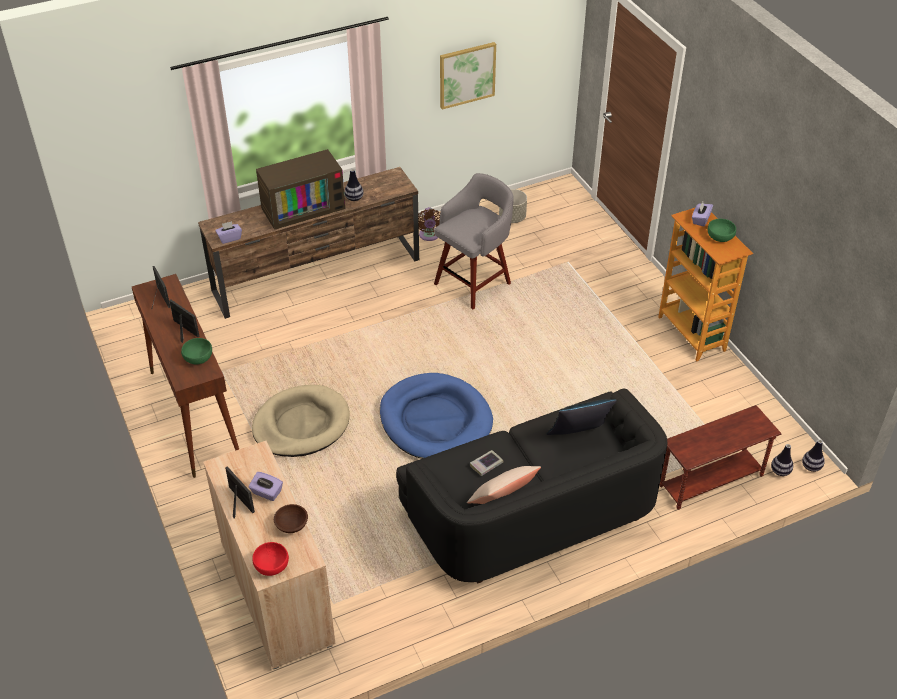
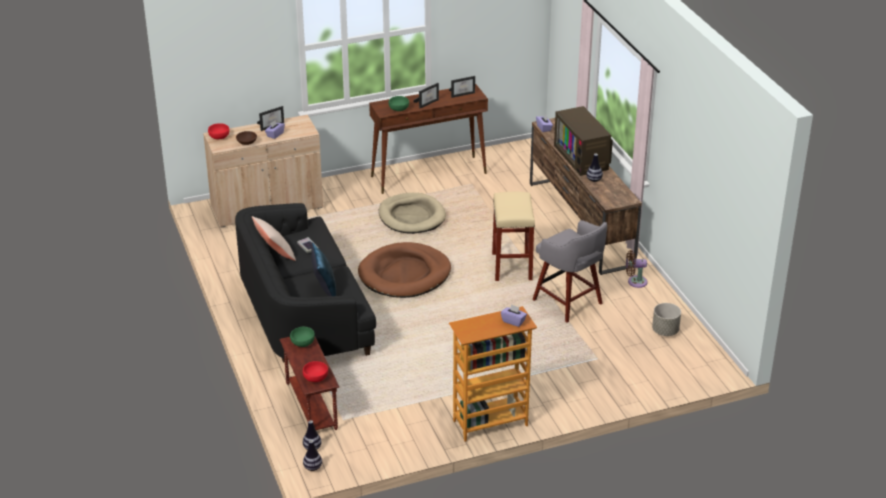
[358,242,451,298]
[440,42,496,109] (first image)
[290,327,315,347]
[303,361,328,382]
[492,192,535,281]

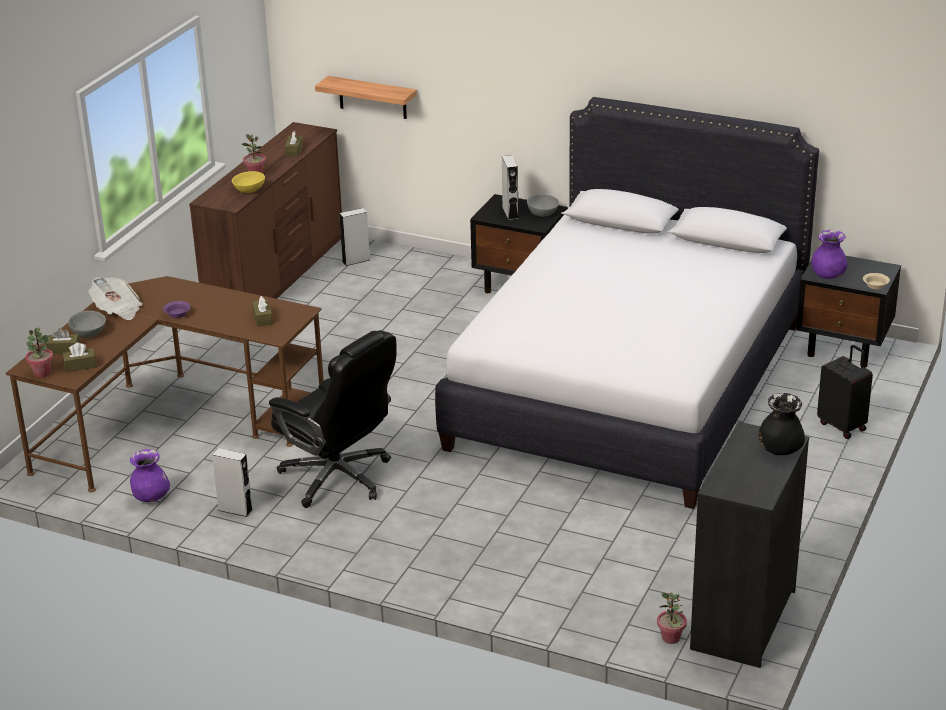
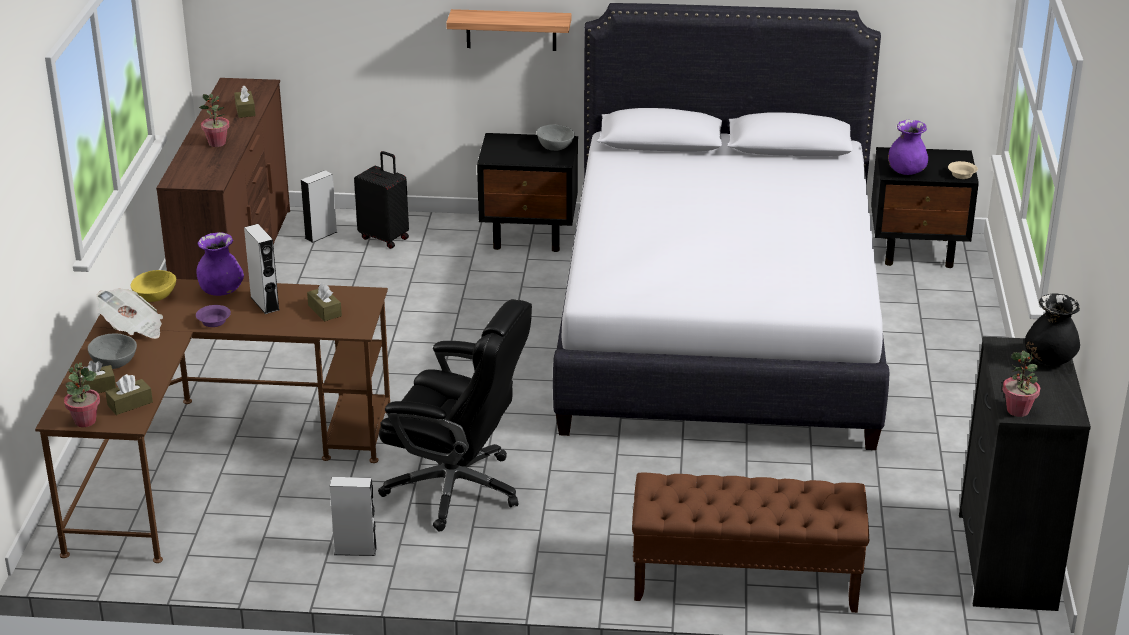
[196,232,244,296]
[131,270,176,302]
[446,9,572,51]
[244,224,279,314]
[1002,350,1040,417]
[354,151,409,249]
[632,473,869,613]

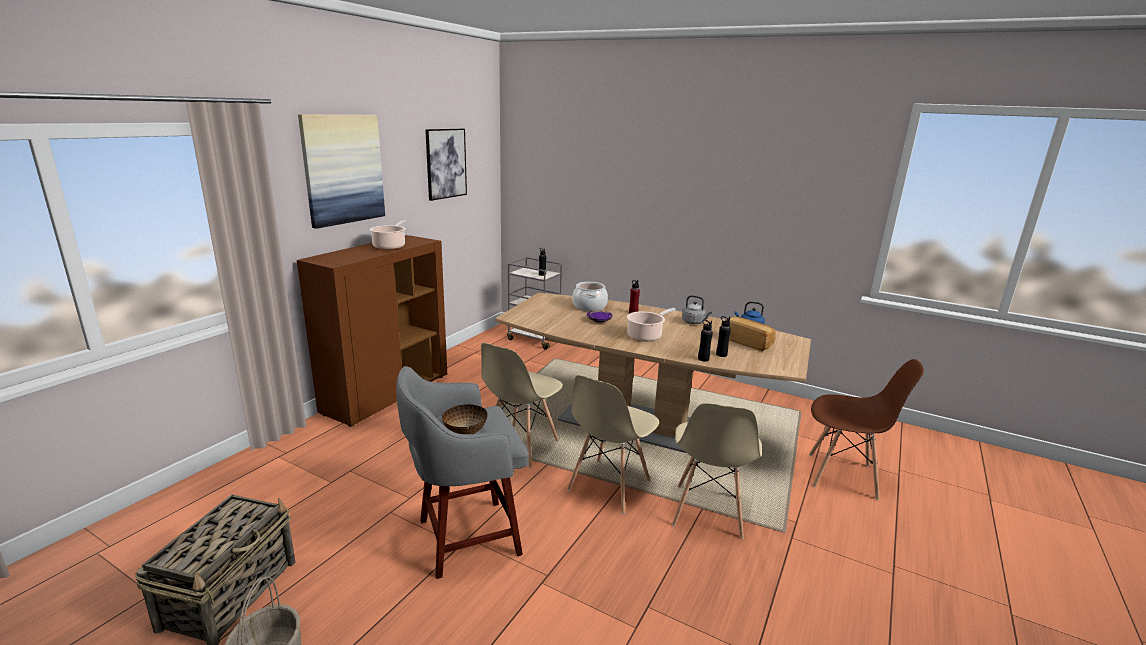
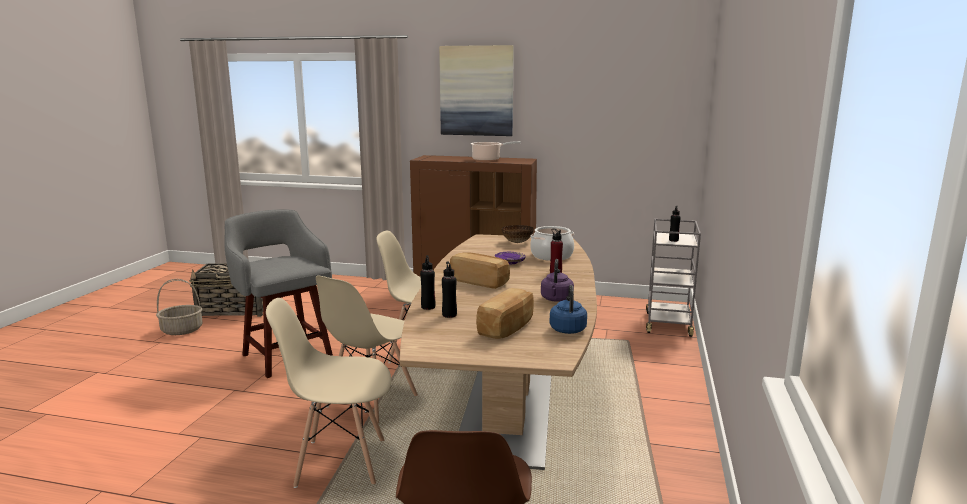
[425,129,467,201] (first image)
[502,225,534,243]
[316,275,418,423]
[450,252,510,289]
[541,259,574,302]

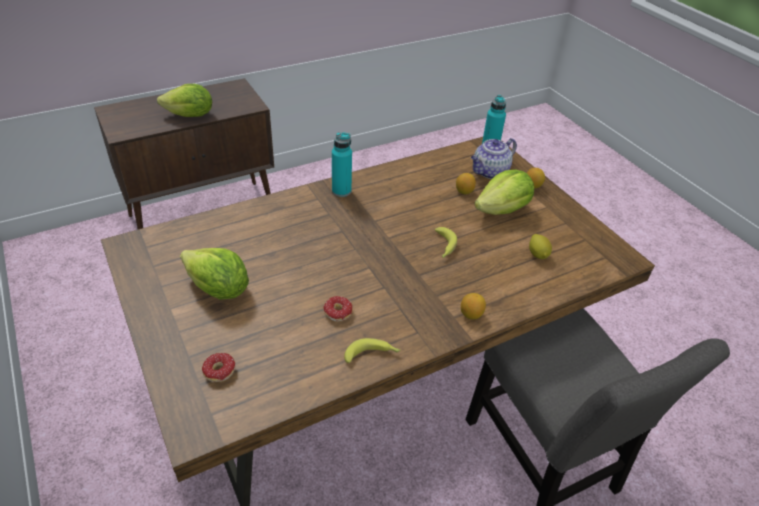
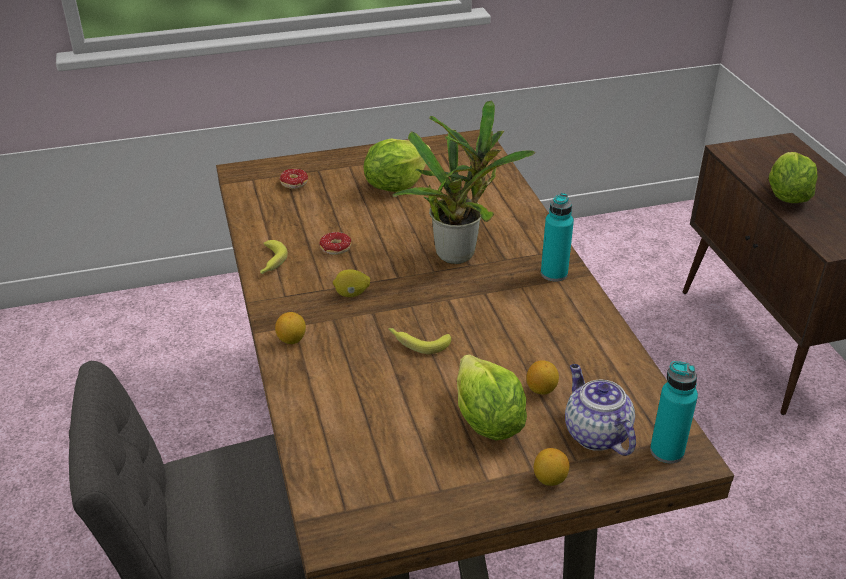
[333,269,370,297]
[392,101,535,264]

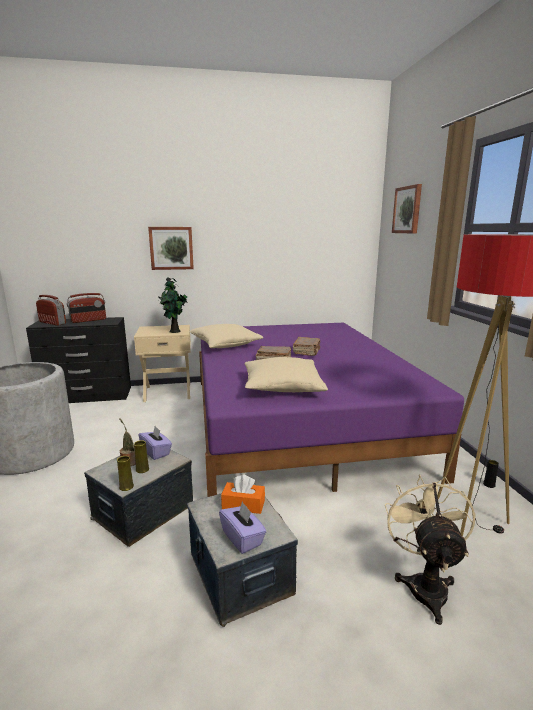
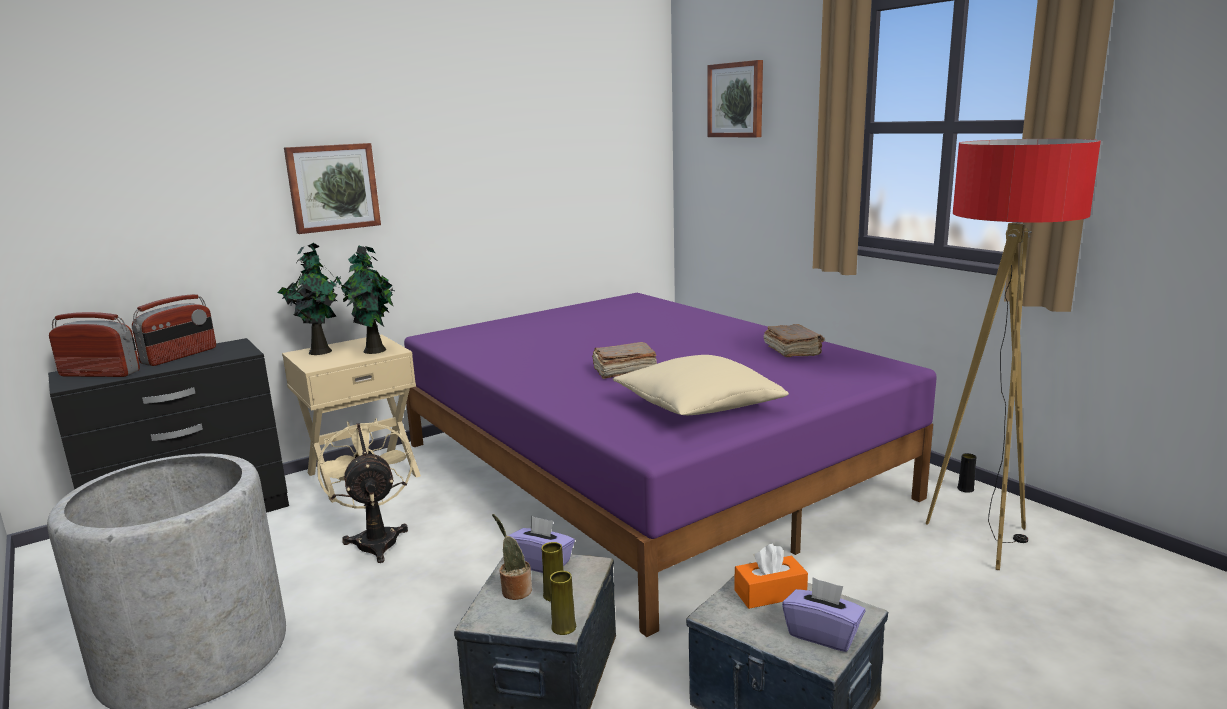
[189,324,263,348] (first image)
[763,324,825,357]
[317,418,413,563]
[277,243,341,355]

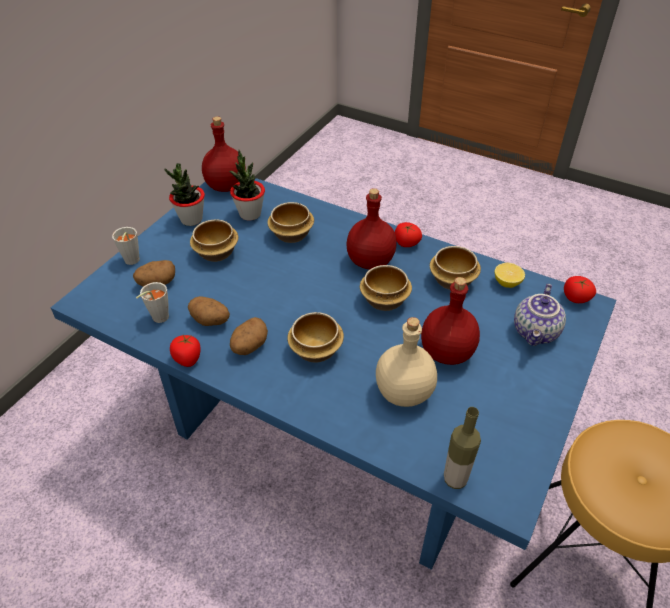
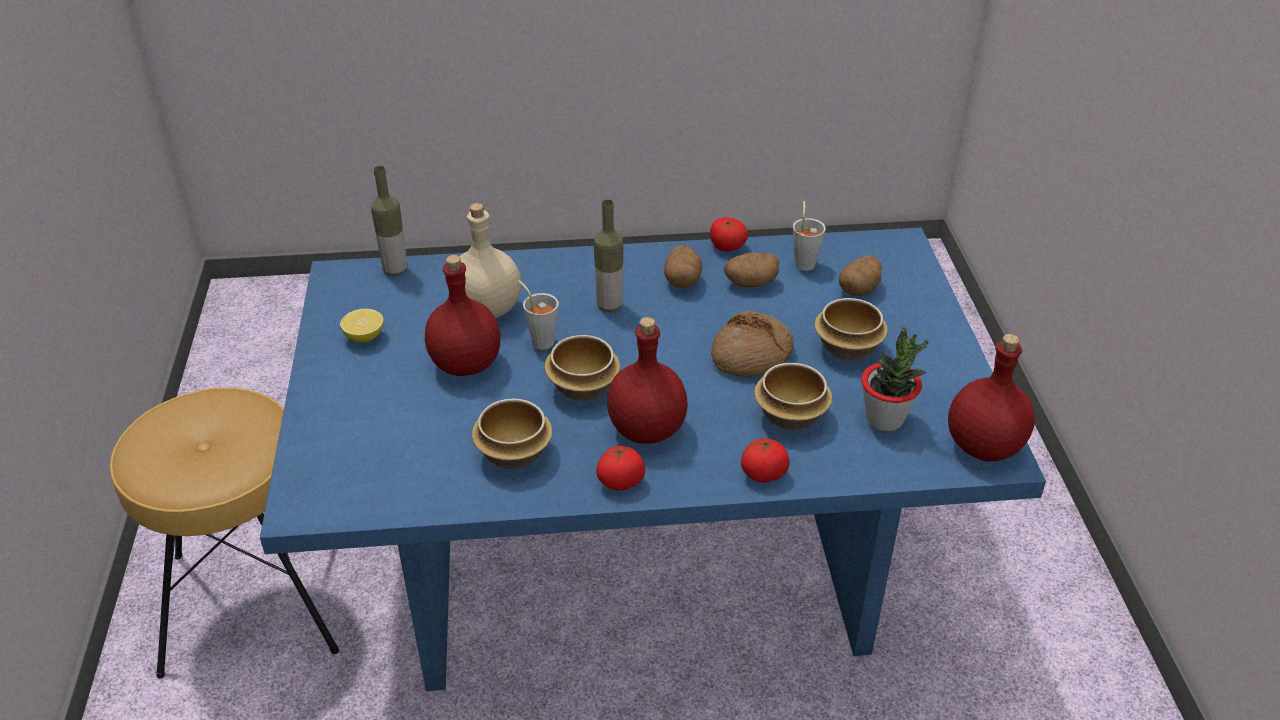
[518,280,559,350]
[164,163,205,226] (first image)
[594,199,623,312]
[340,309,384,343]
[514,283,566,346] (first image)
[741,436,790,482]
[711,311,794,377]

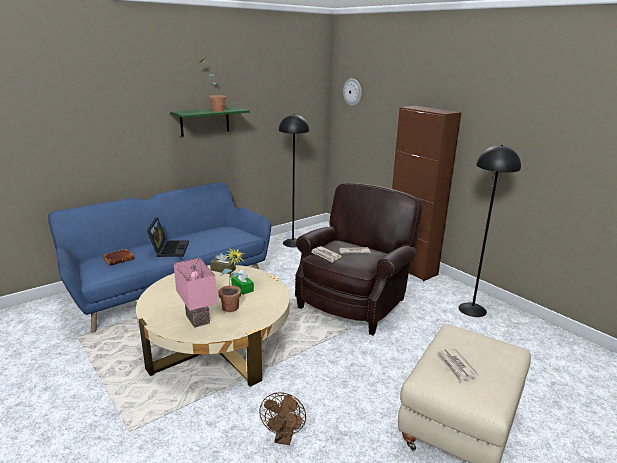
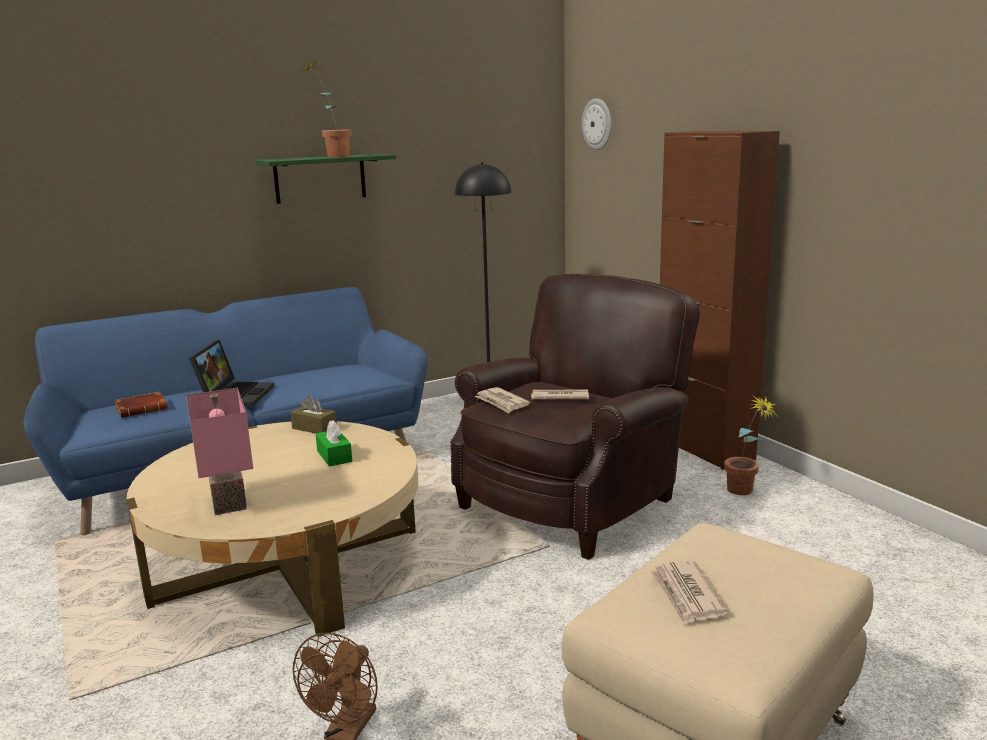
[724,397,777,495]
[458,145,521,317] (first image)

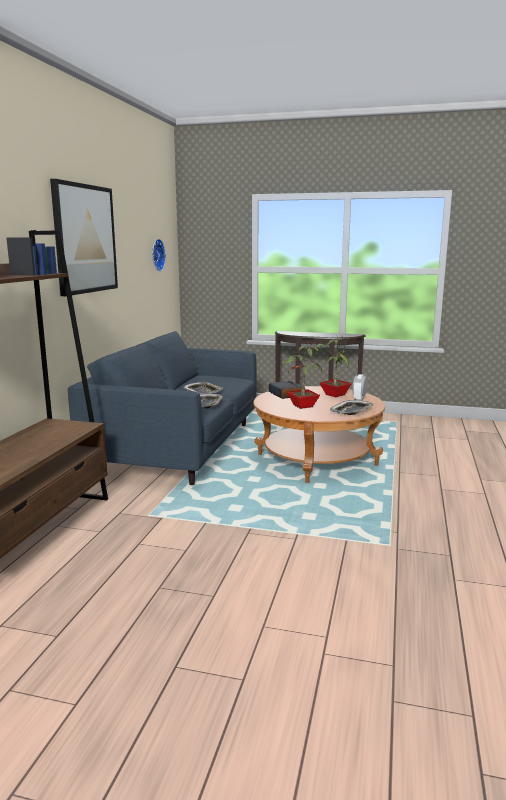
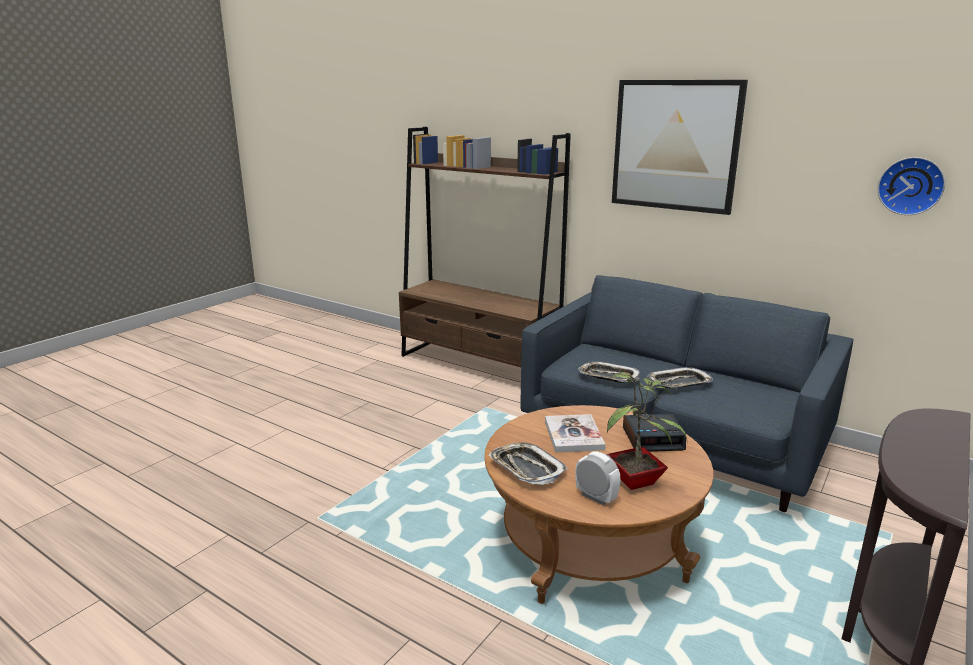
[545,414,606,452]

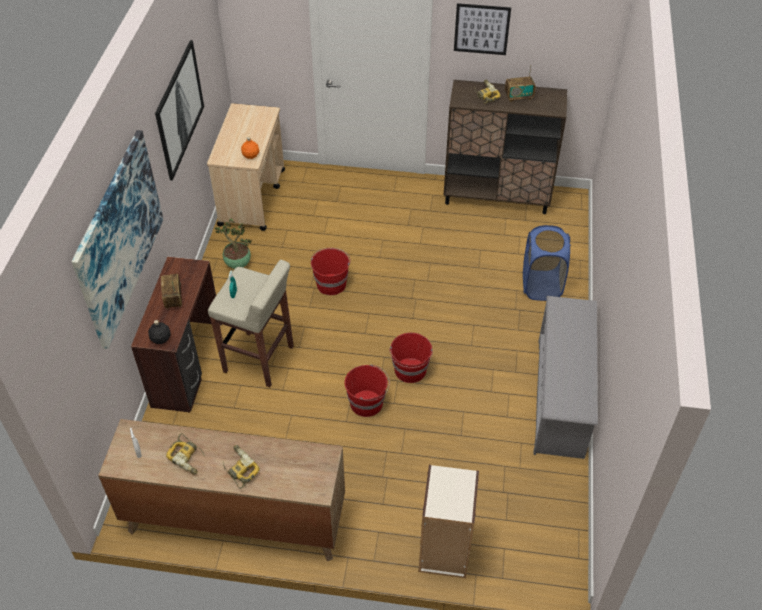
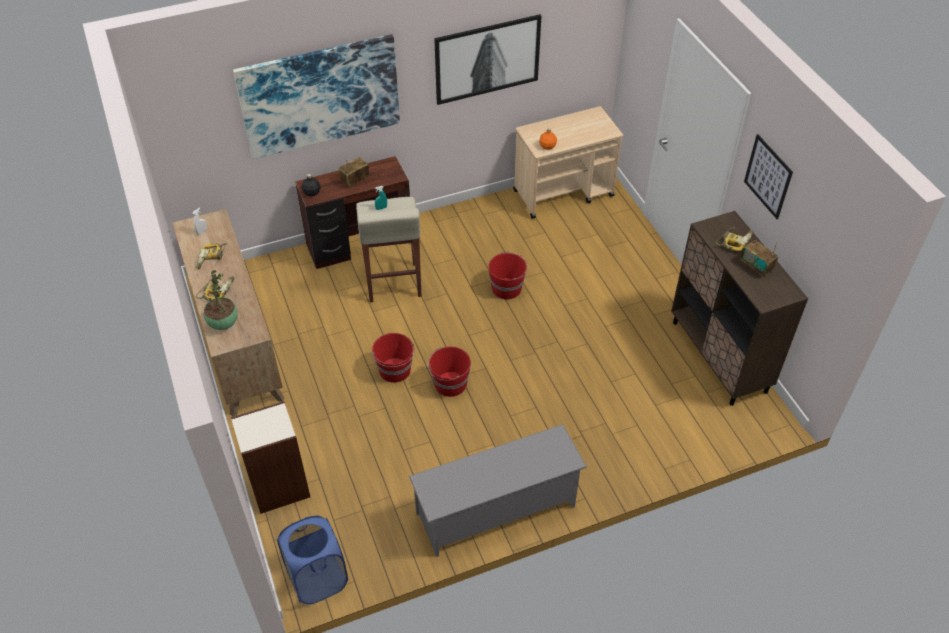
[204,270,238,330]
[277,516,348,605]

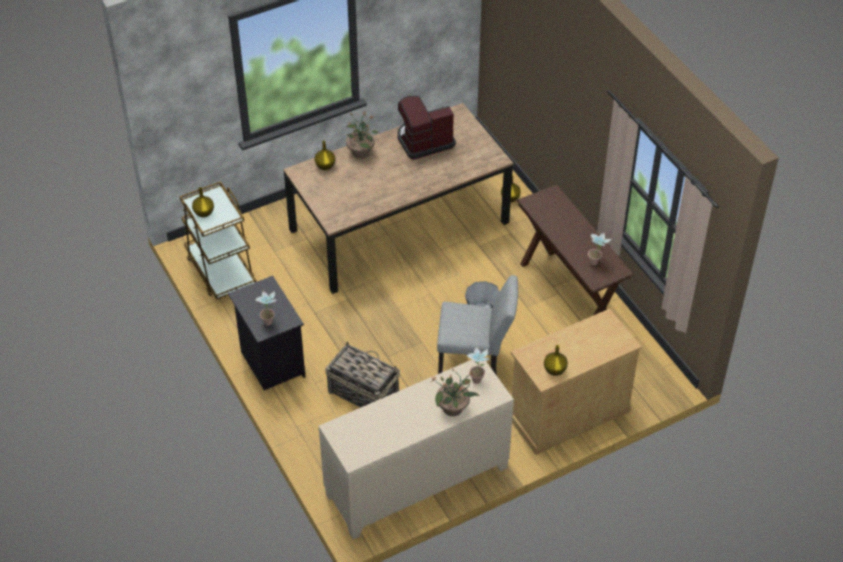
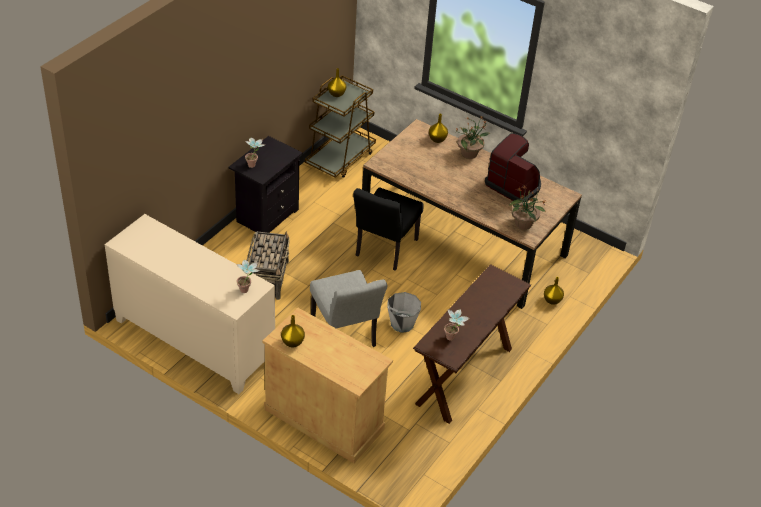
[509,185,546,230]
[353,187,424,271]

